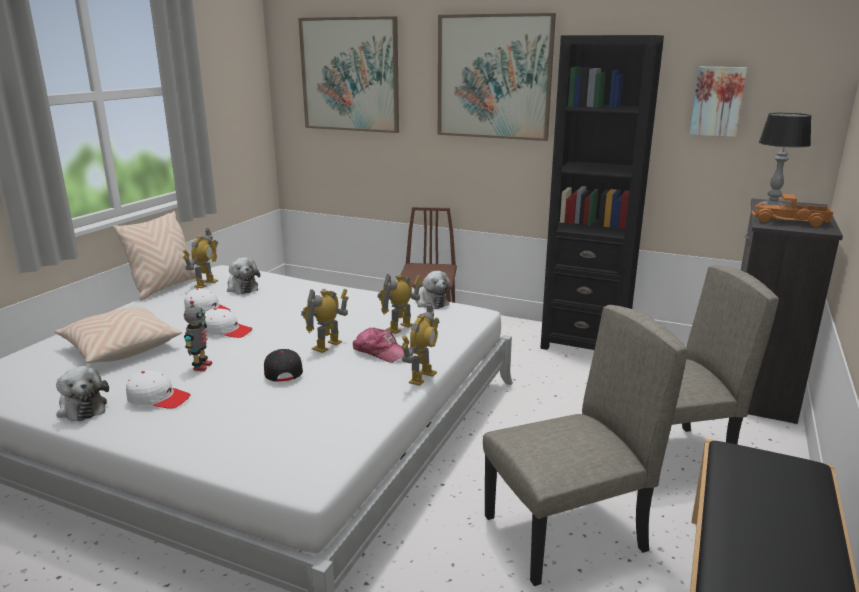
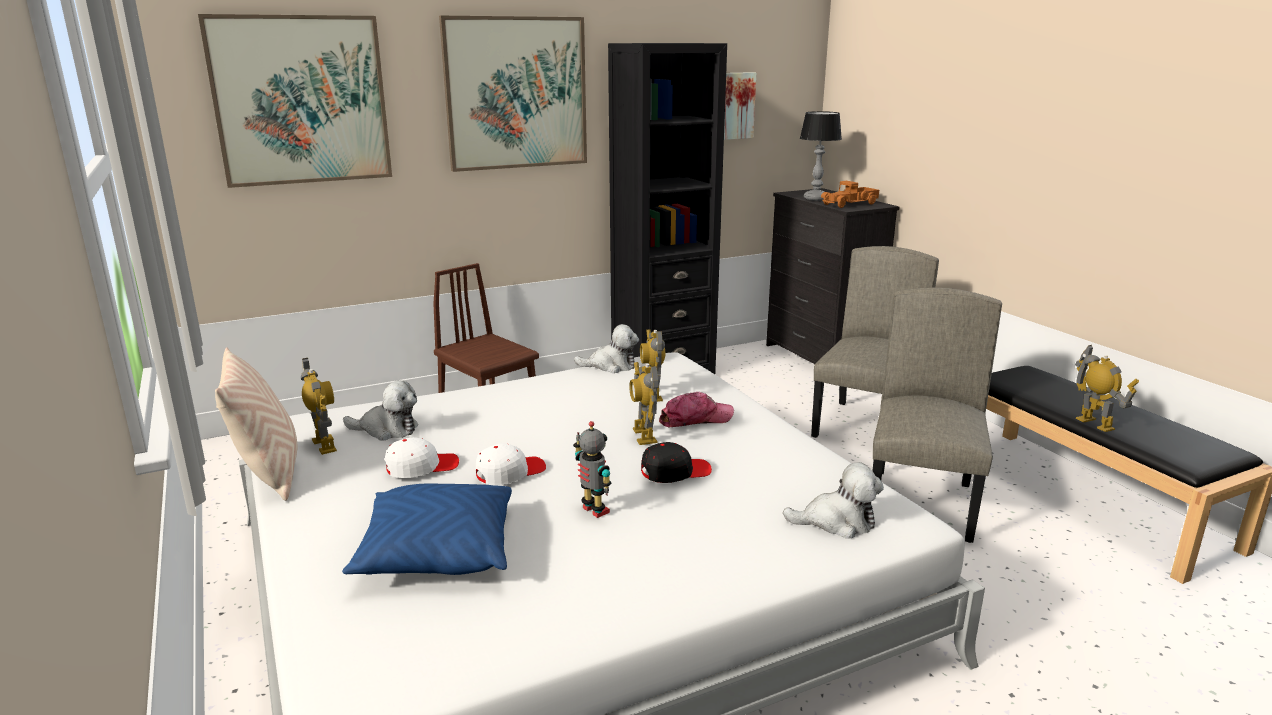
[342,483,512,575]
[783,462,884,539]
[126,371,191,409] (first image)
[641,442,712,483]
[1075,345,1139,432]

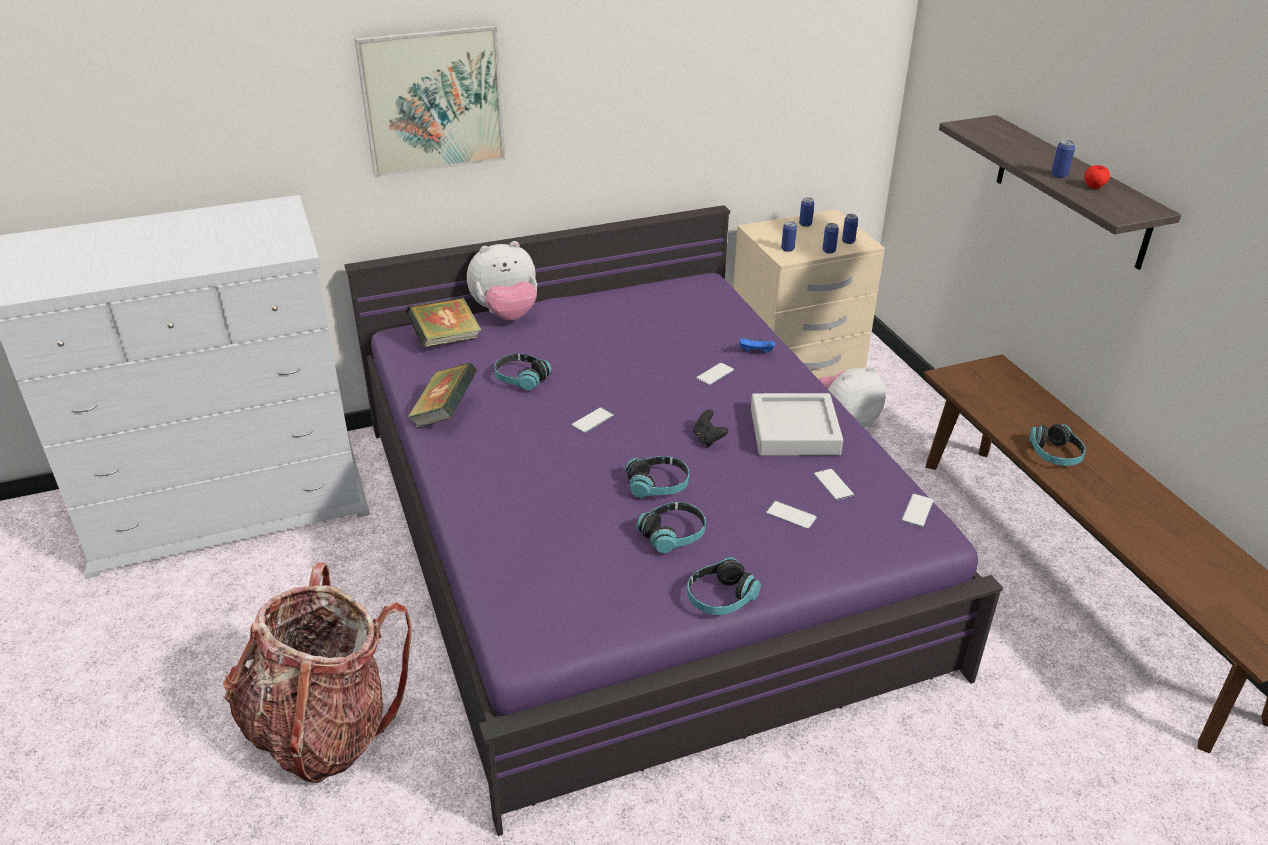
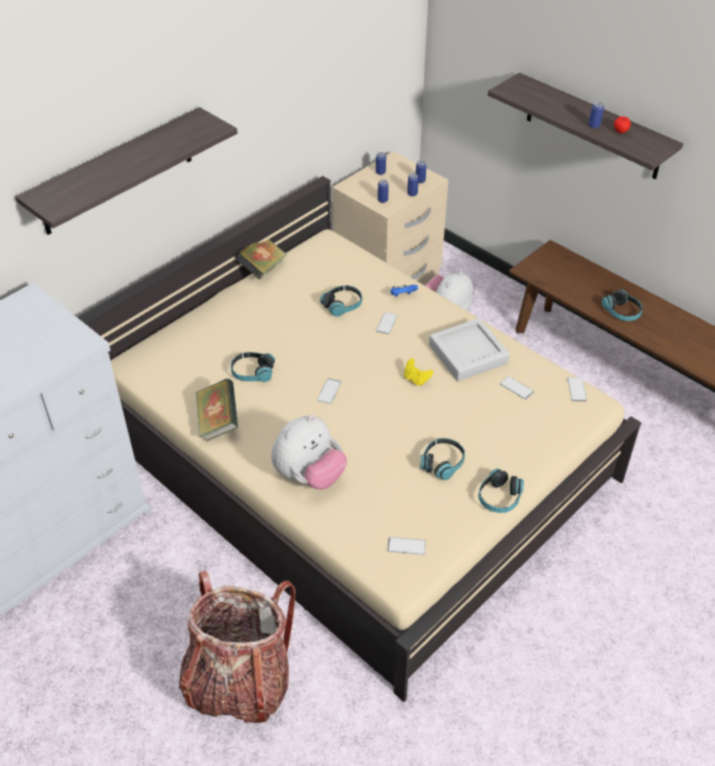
[77,176,641,702]
[15,107,237,235]
[235,239,287,280]
[271,415,347,490]
[320,285,362,317]
[404,358,433,386]
[388,537,426,555]

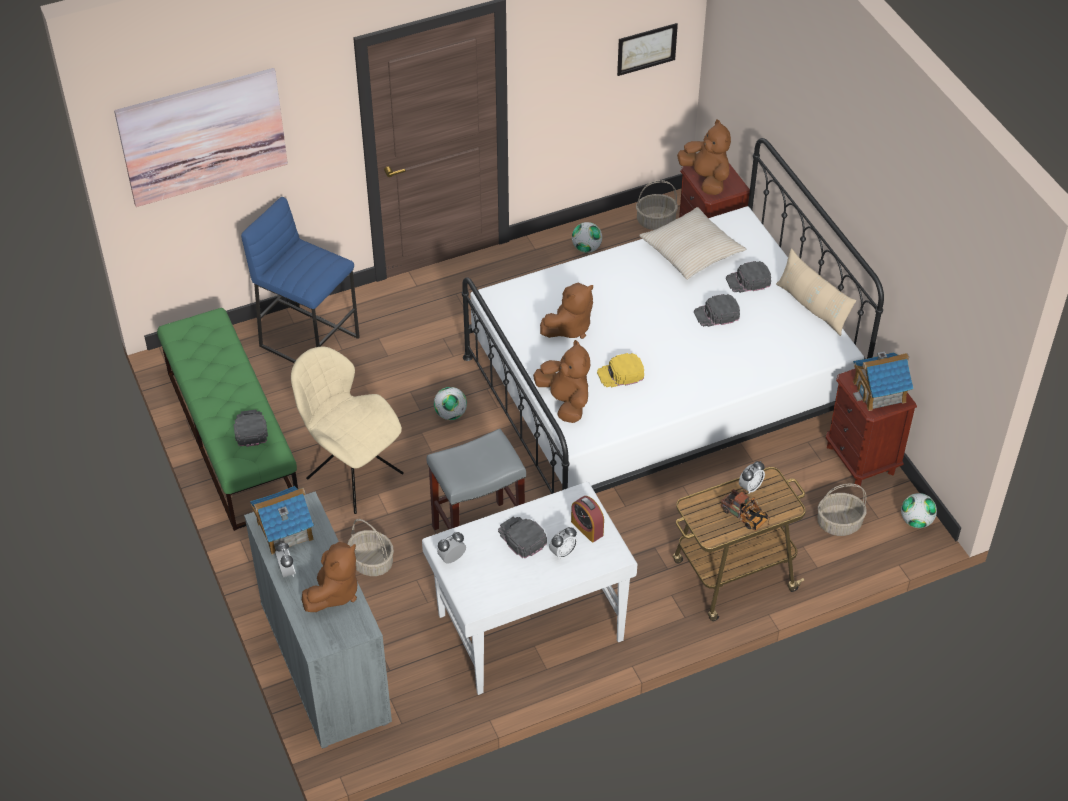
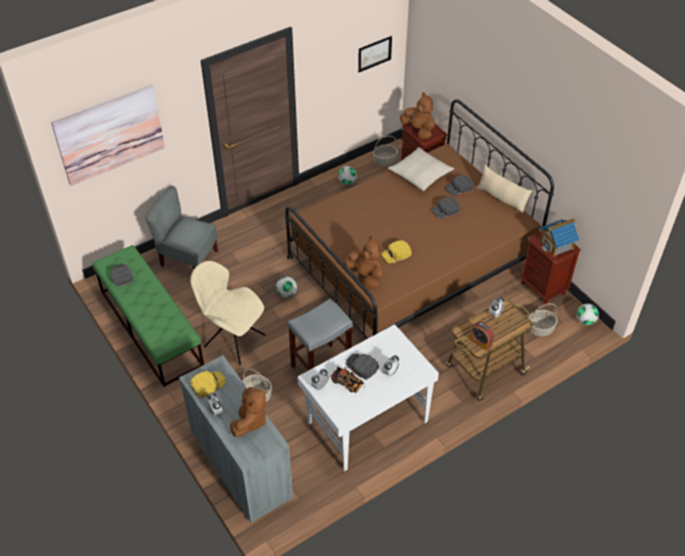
[111,264,133,287]
[145,186,218,270]
[190,371,226,398]
[285,99,554,339]
[540,283,593,339] (first image)
[469,322,494,351]
[331,367,364,393]

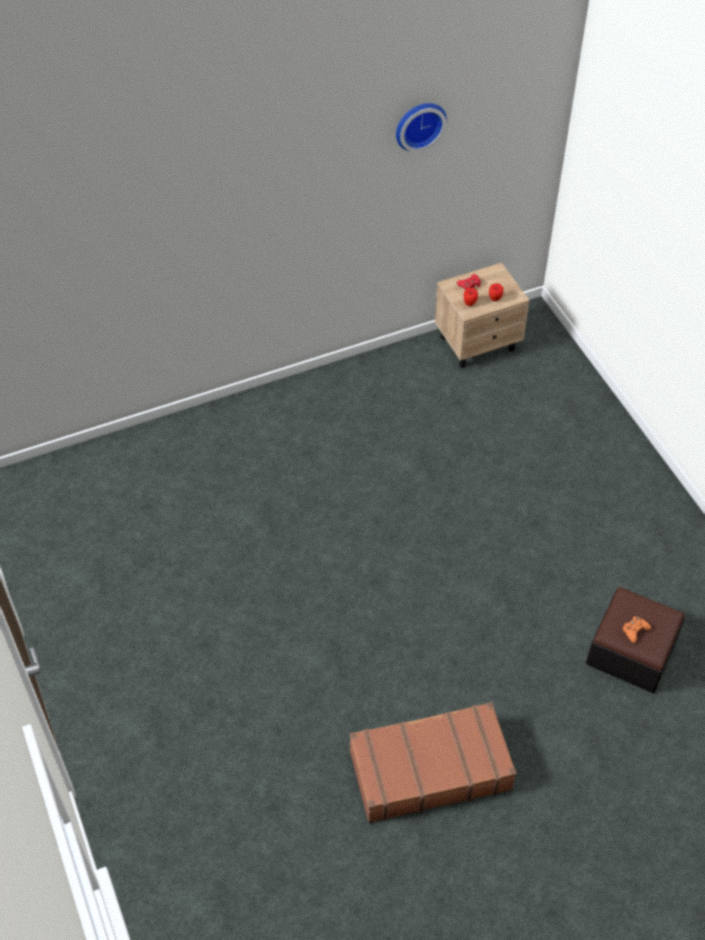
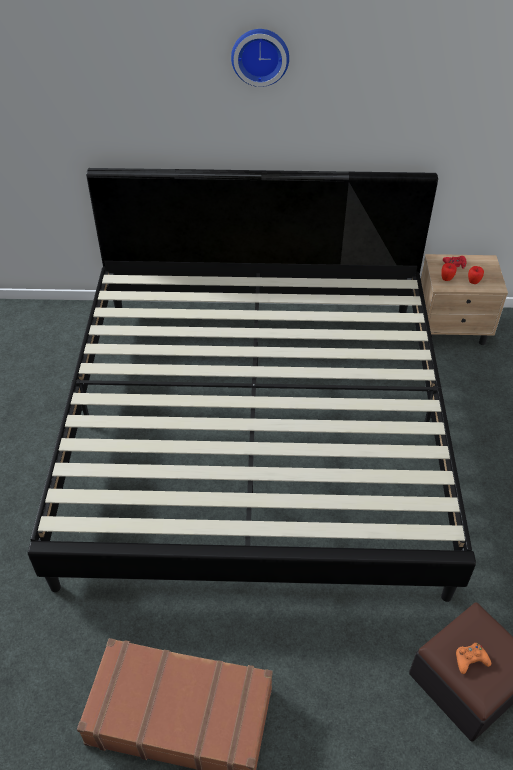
[231,29,289,87]
[28,168,476,602]

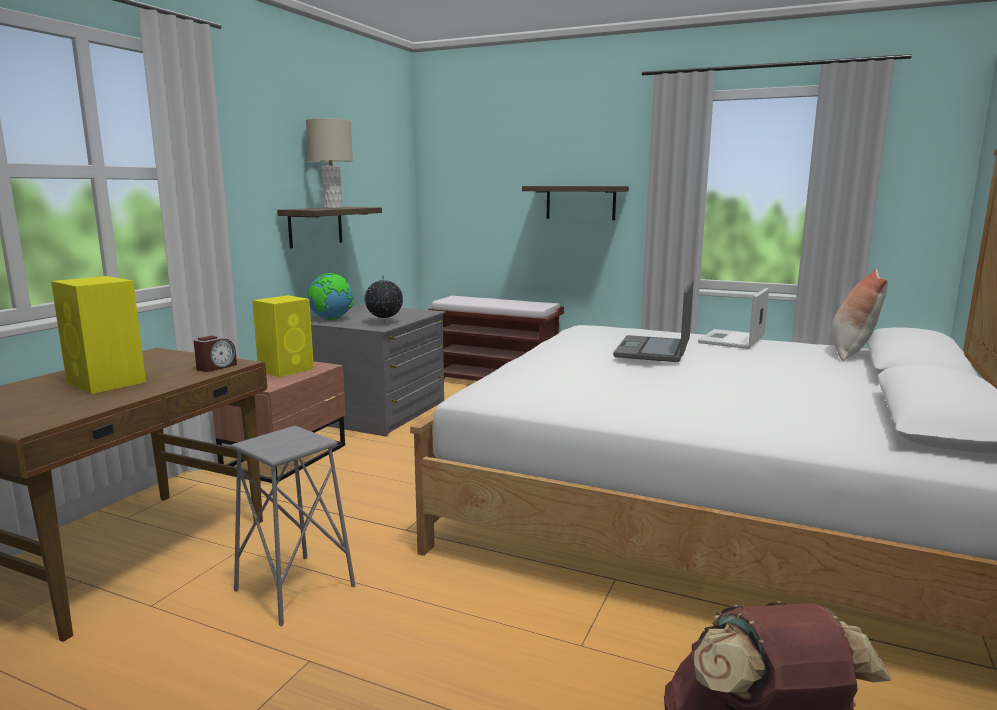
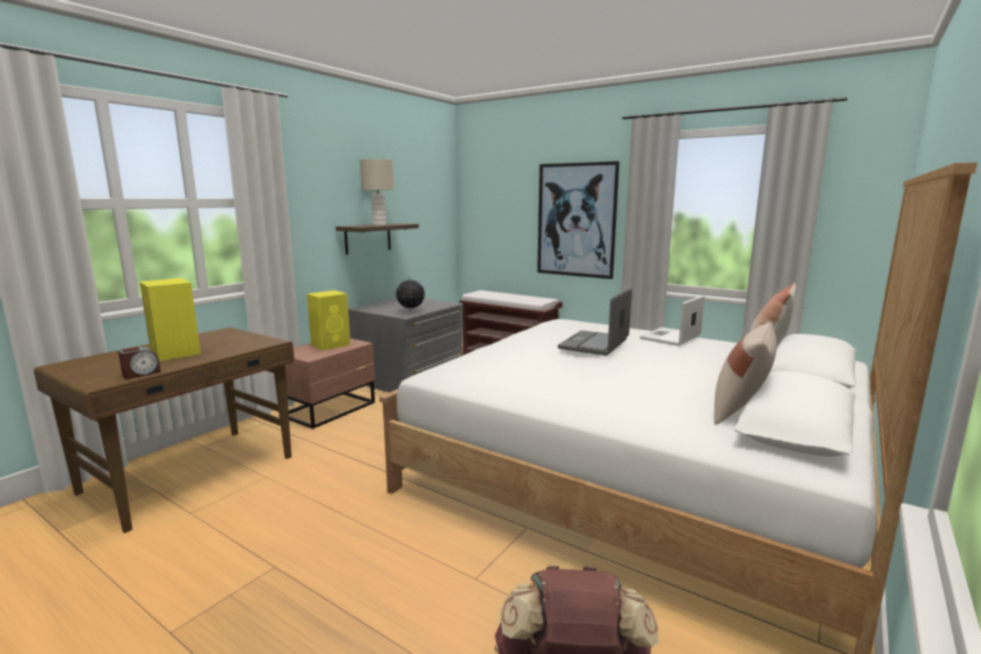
[118,347,161,379]
[231,426,356,626] (first image)
[307,273,354,320] (first image)
[537,161,619,279]
[714,322,777,425]

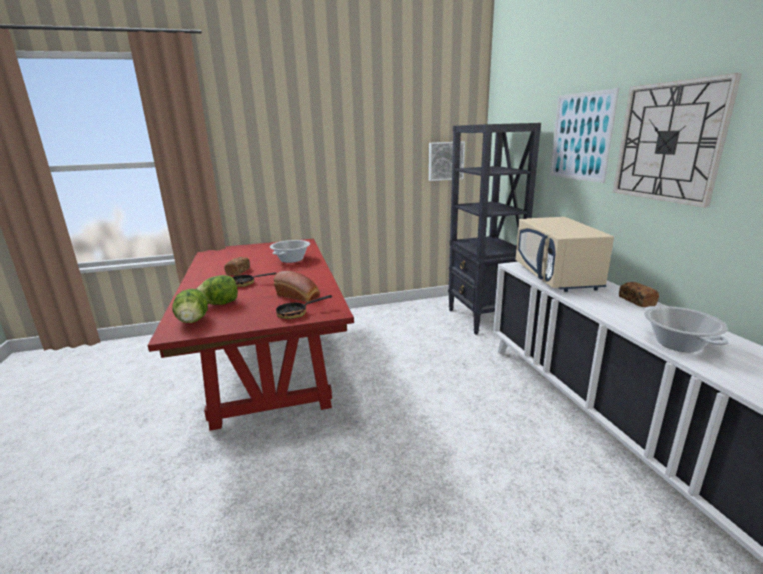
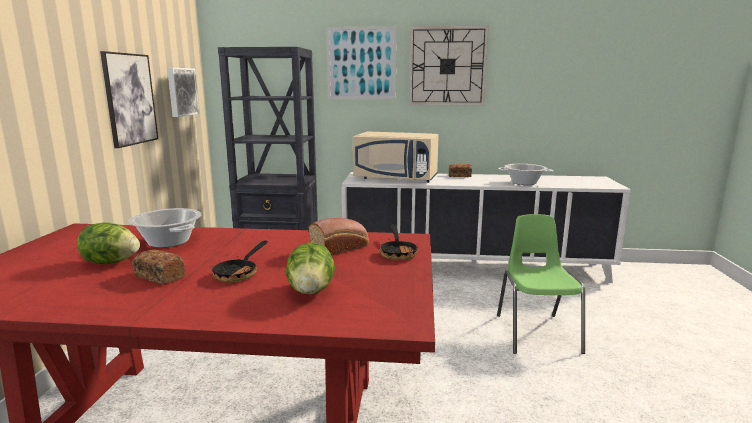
[77,222,140,264]
[100,51,158,148]
[497,214,585,354]

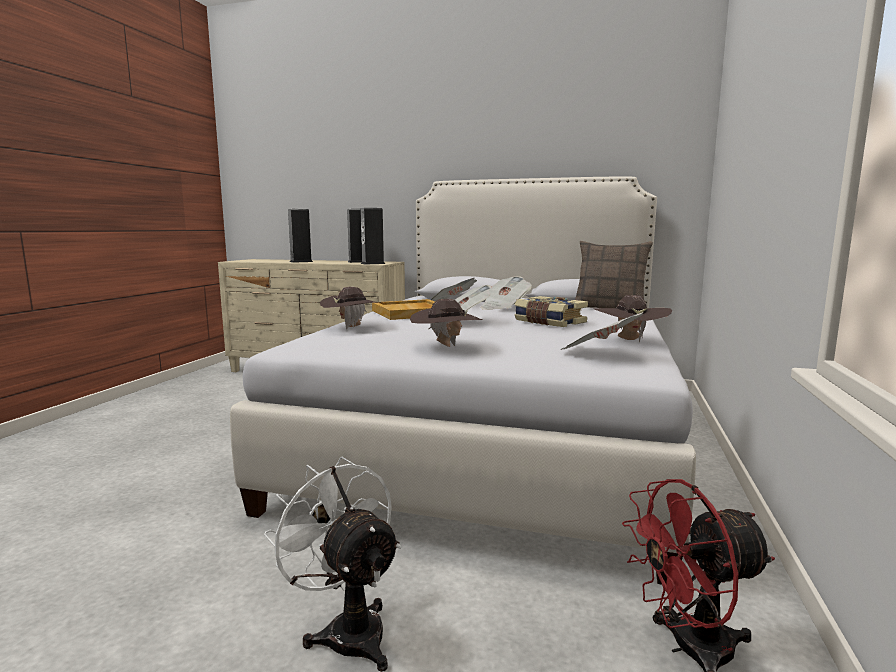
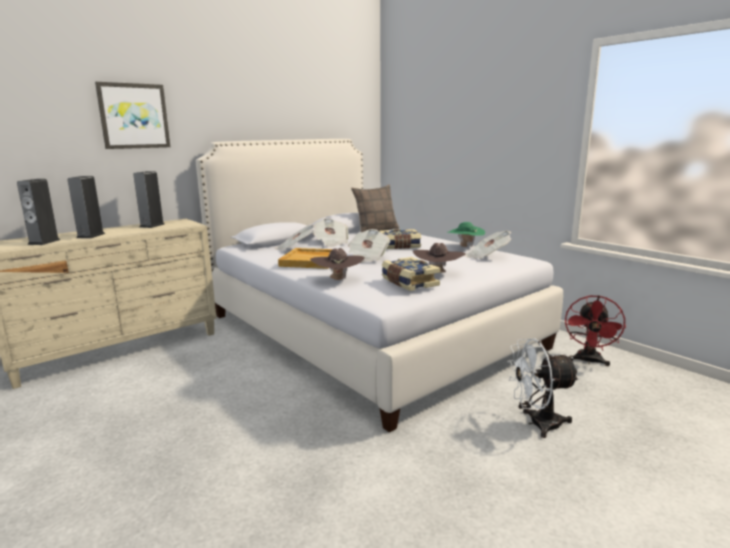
[17,179,60,245]
[447,222,485,247]
[95,82,170,149]
[382,257,441,291]

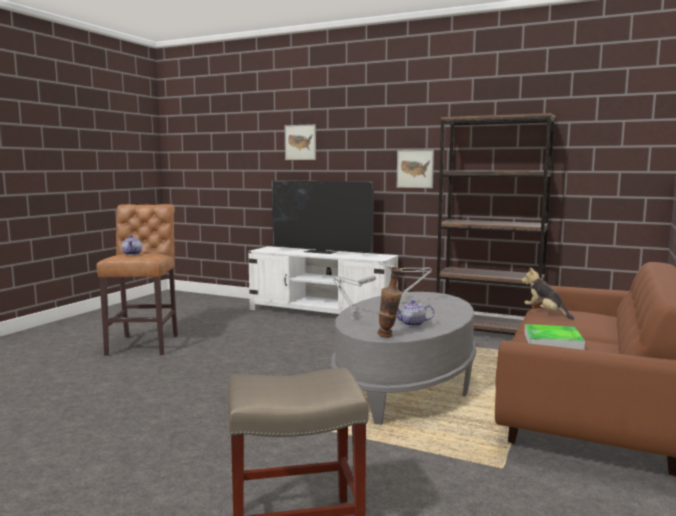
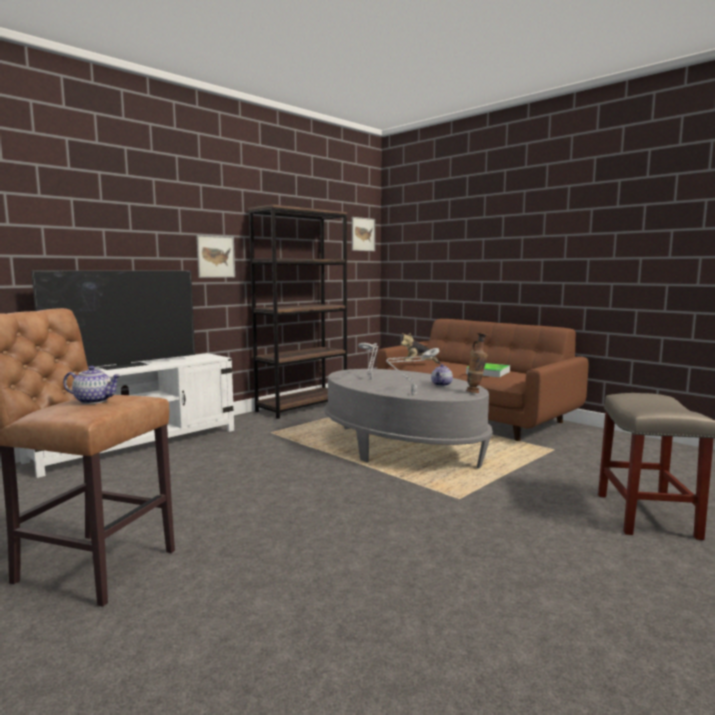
[352,217,375,251]

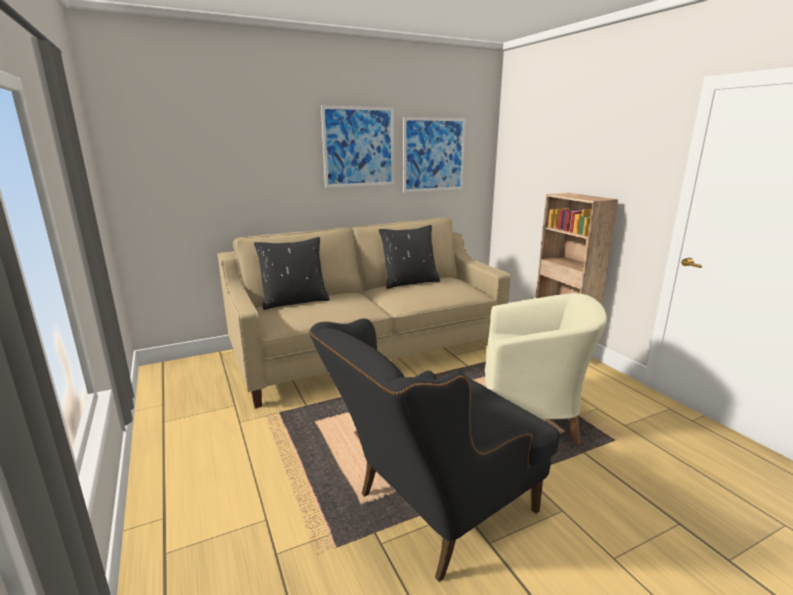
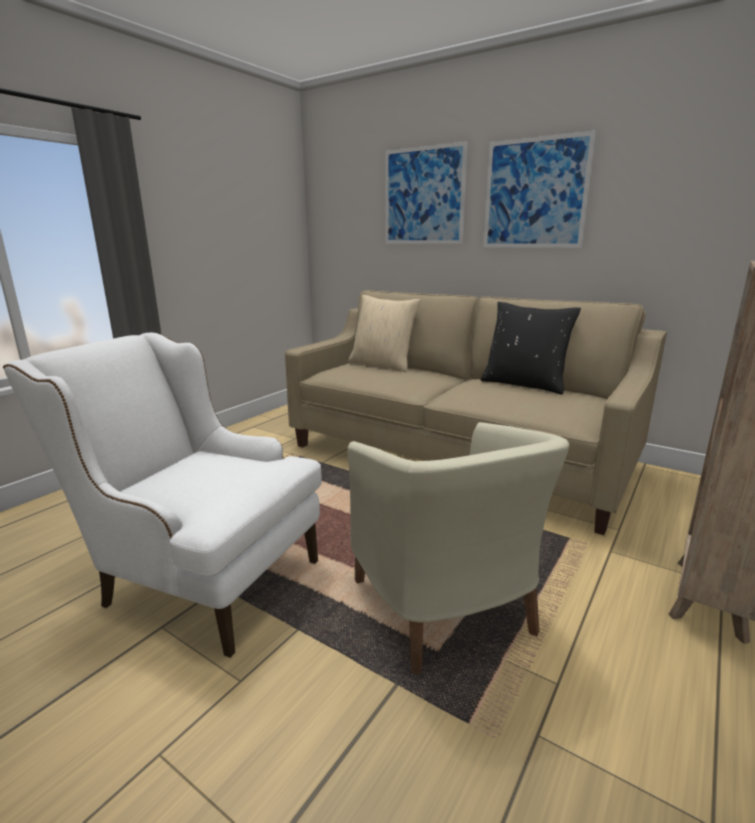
[348,295,421,372]
[3,332,322,658]
[385,141,468,244]

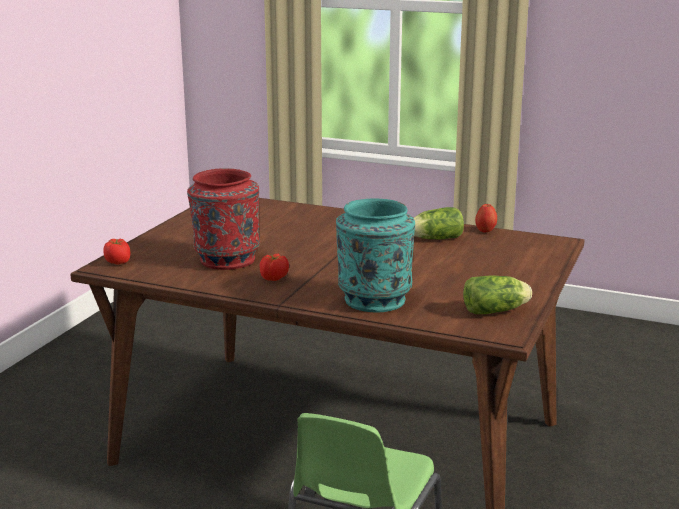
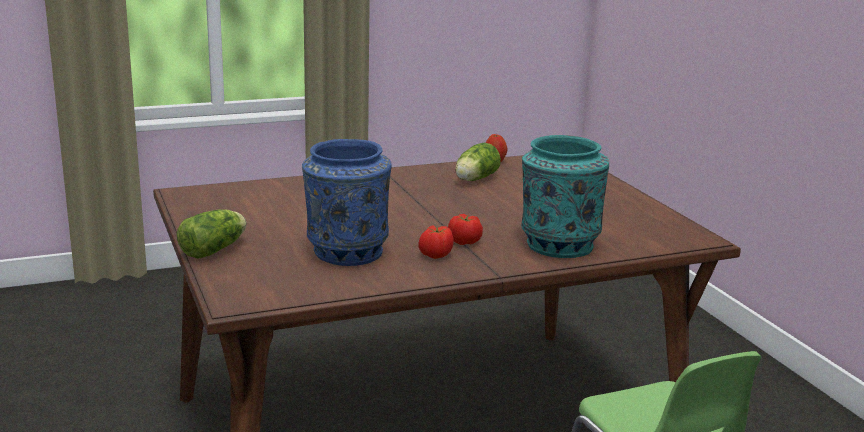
[448,214,483,245]
[302,139,392,266]
[177,209,246,259]

